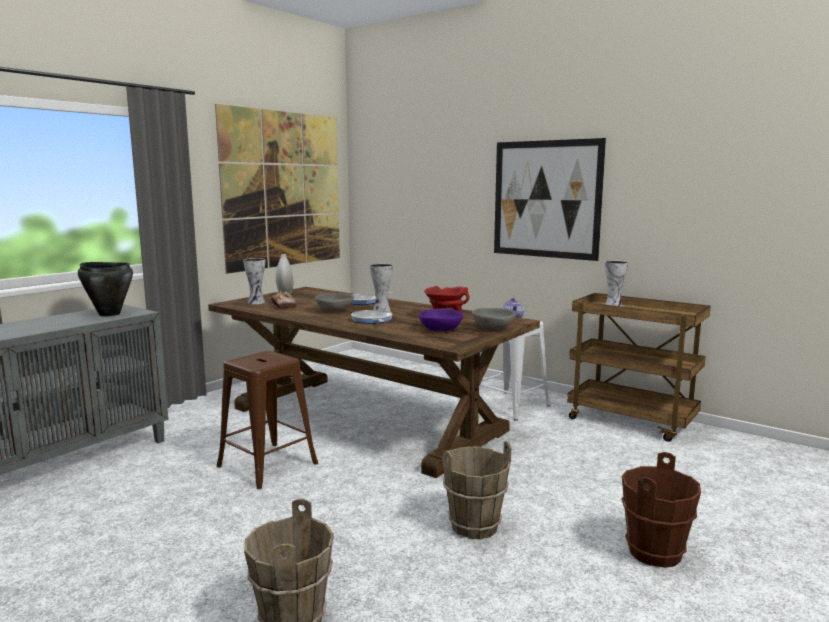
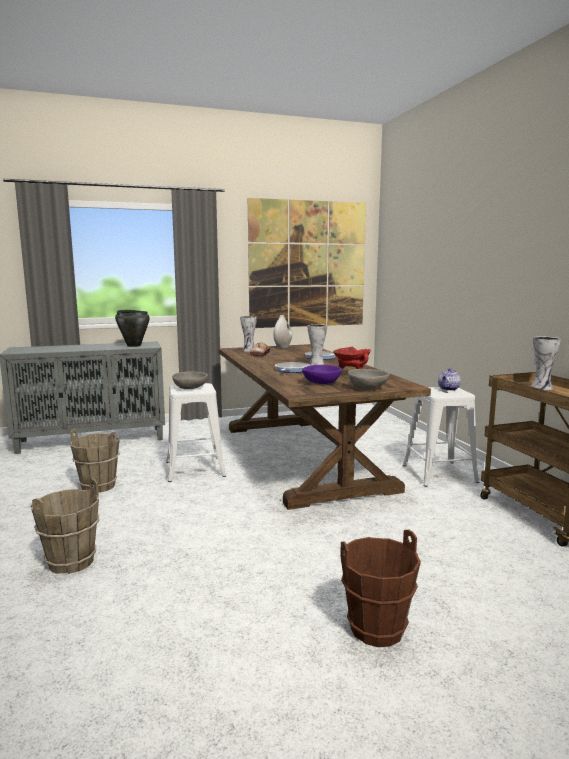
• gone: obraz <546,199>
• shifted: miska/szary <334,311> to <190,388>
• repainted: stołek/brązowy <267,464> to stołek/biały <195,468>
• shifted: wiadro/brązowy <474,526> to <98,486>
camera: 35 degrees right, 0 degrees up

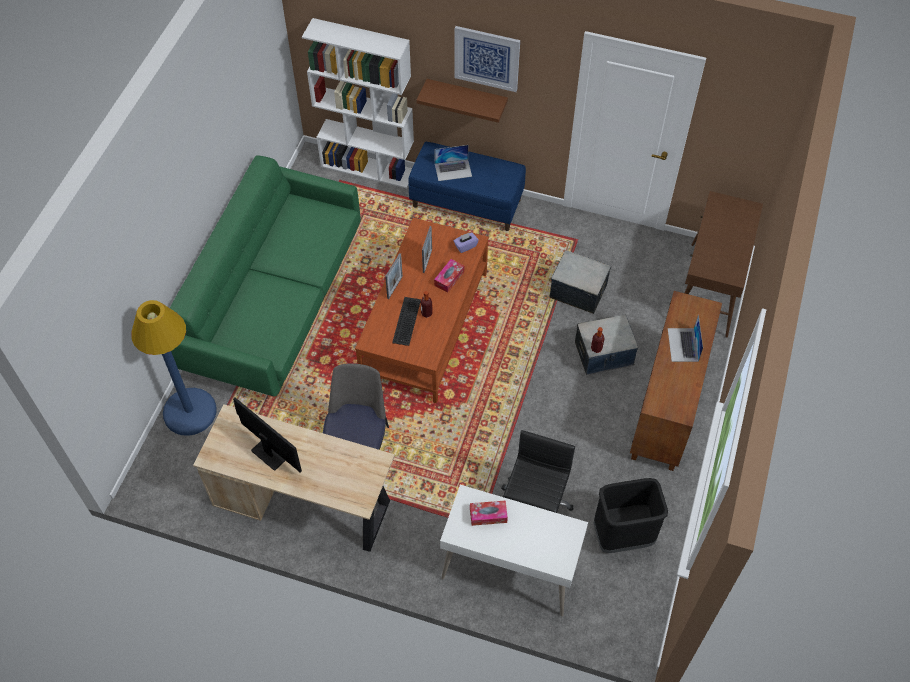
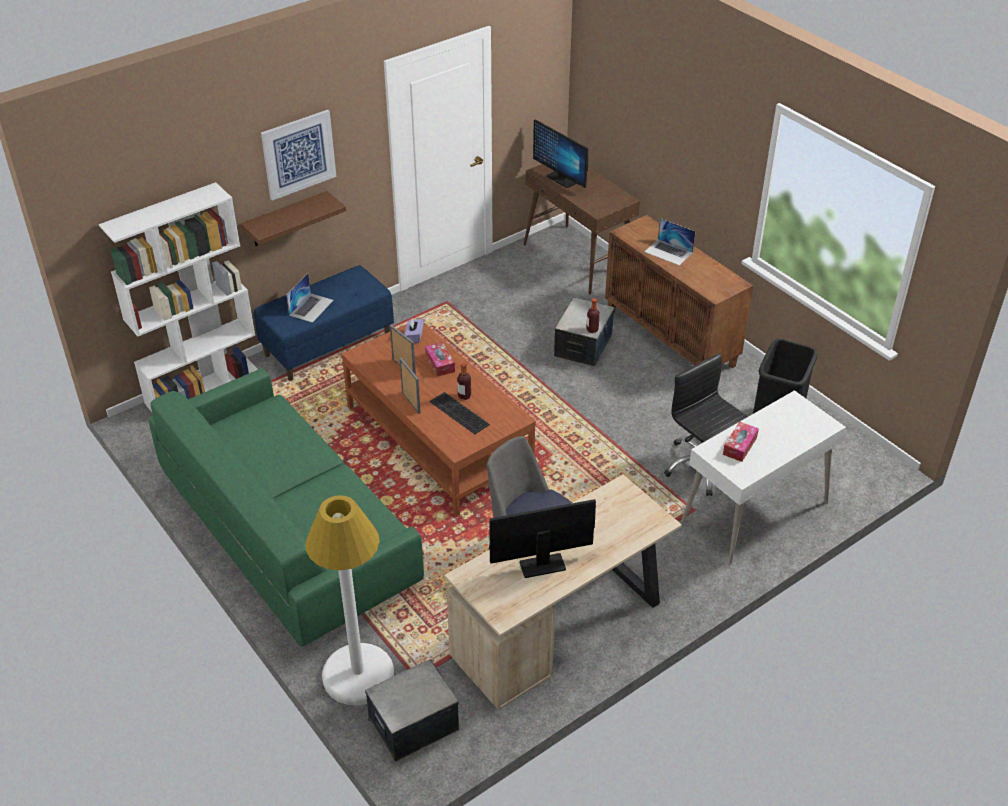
• shifted: pojemnik do przechowywania <578,291> to <413,724>
• repainted: lampa stojąca/niebieski <190,412> to lampa stojąca/biały <358,675>
• new: monitor <561,179>
camera: 55 degrees left, 15 degrees down

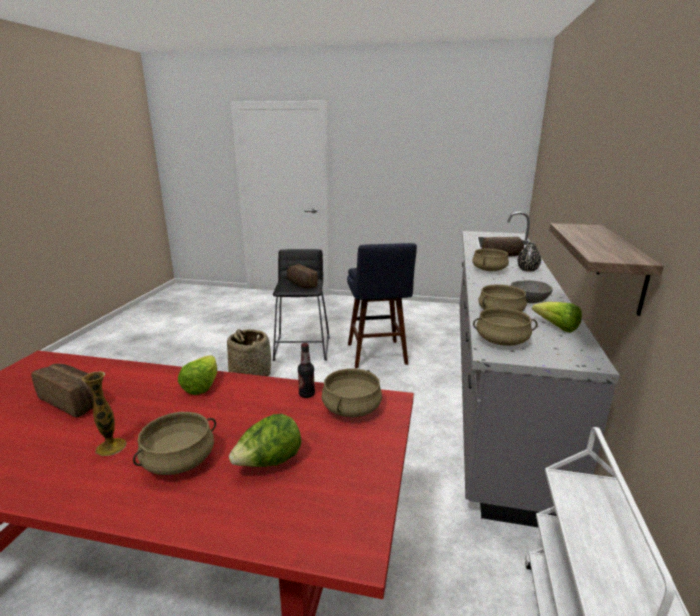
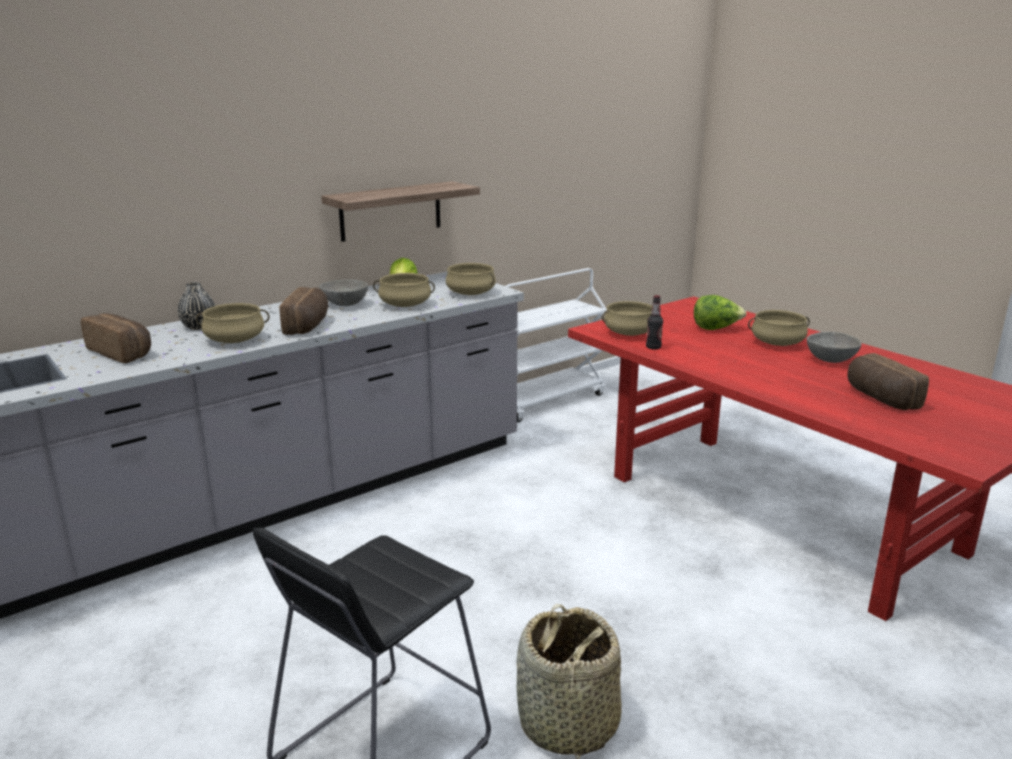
• gone: stołek/niebieski <377,356>
• shifted: chleb <300,285> to <308,326>
• gone: sałata <202,386>
• swapped: wazon <111,447> to miska/szary <830,360>
camera: 140 degrees left, 0 degrees up

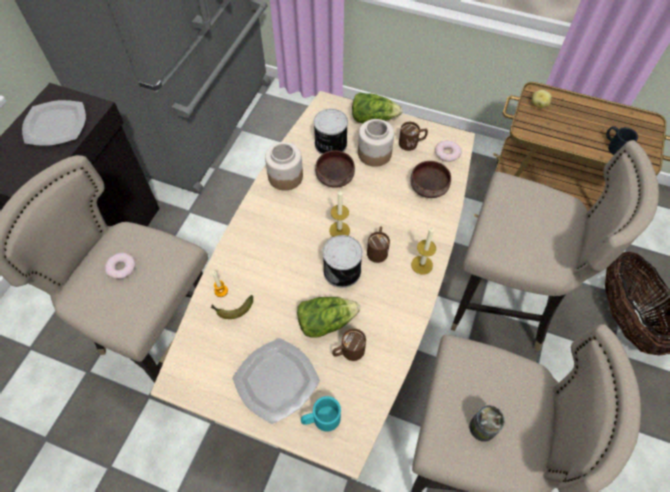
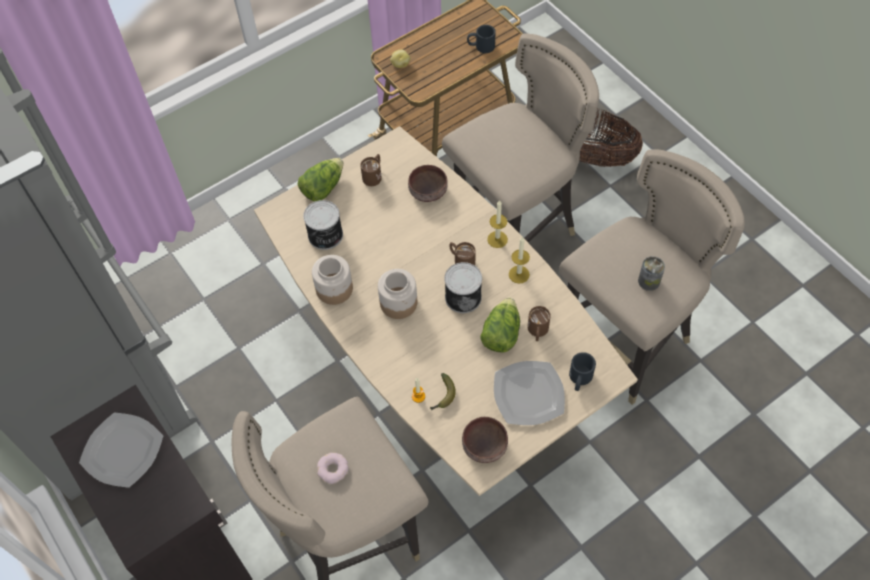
• shifted: słoik <375,153> to <399,302>
• gone: donut <447,153>
• shifted: miska/brązowy <336,176> to <485,444>
• shifted: świeca <339,230> to <519,274>
• repainted: kubek/turkusowy <321,419> to kubek/czarny <579,379>
camera: 55 degrees left, 0 degrees up

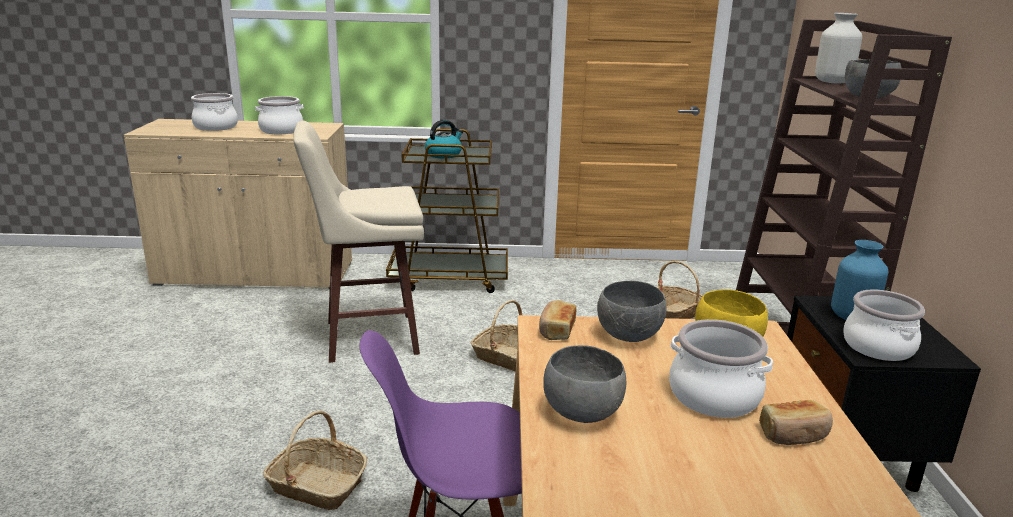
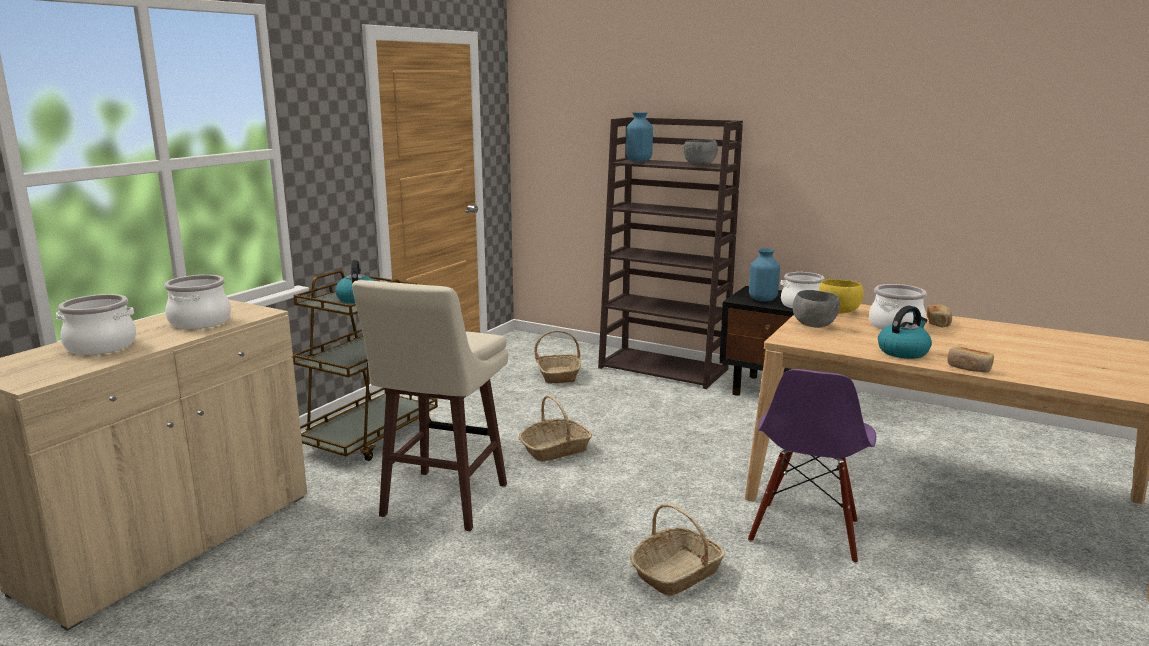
• repainted: wazon/biały <832,82> to wazon/niebieski <638,161>
• shifted: chleb <556,330> to <969,368>
• swapped: miska/szary <581,412> to czajnik <903,352>
camera: 60 degrees left, 5 degrees down

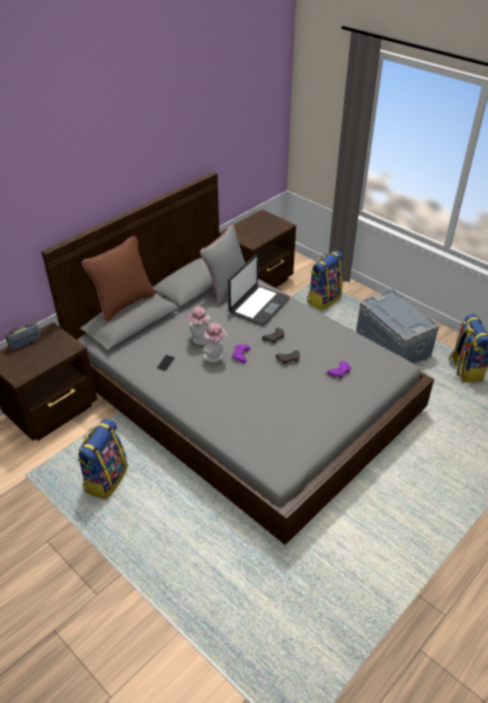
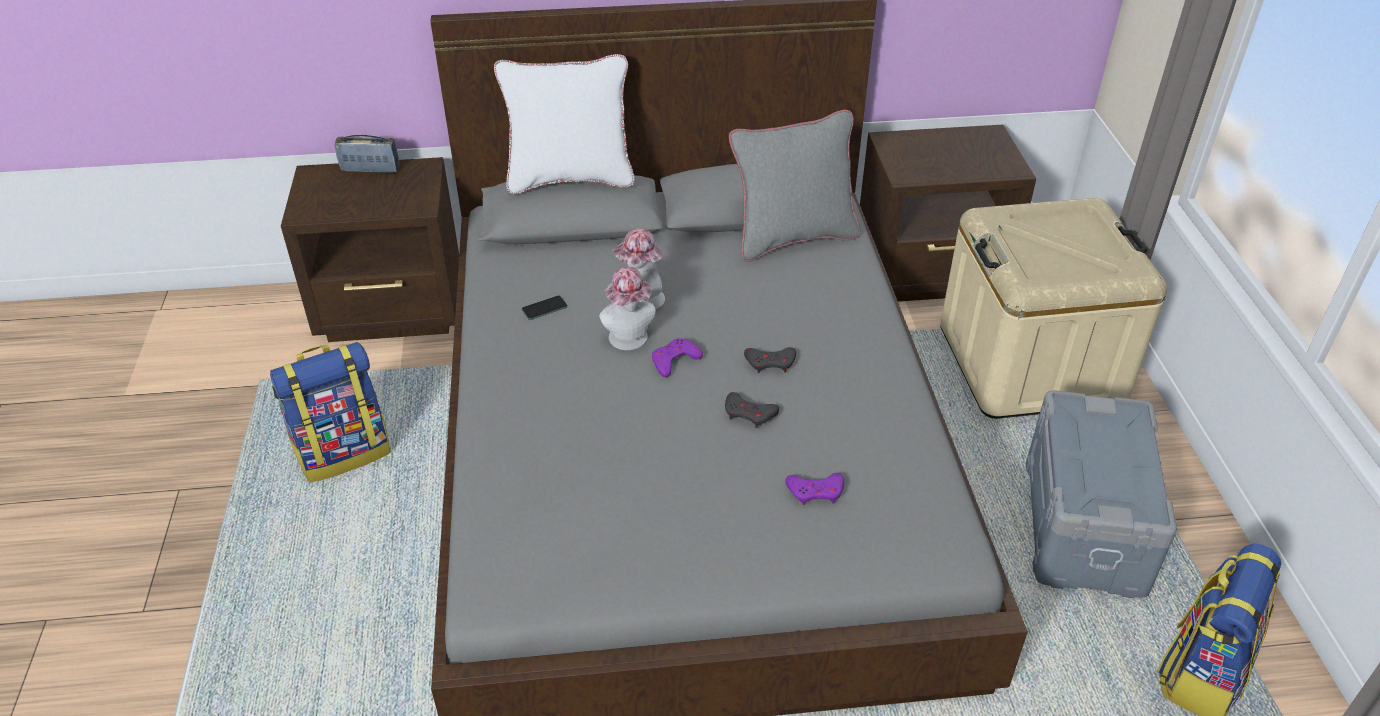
• repainted: poduszka/brązowy <124,304> to poduszka/biały <570,178>
• swapped: plecak <323,299> to pojemnik do przechowywania/beżowy <1030,363>
• gone: laptop <258,305>
camera: 40 degrees right, 0 degrees up

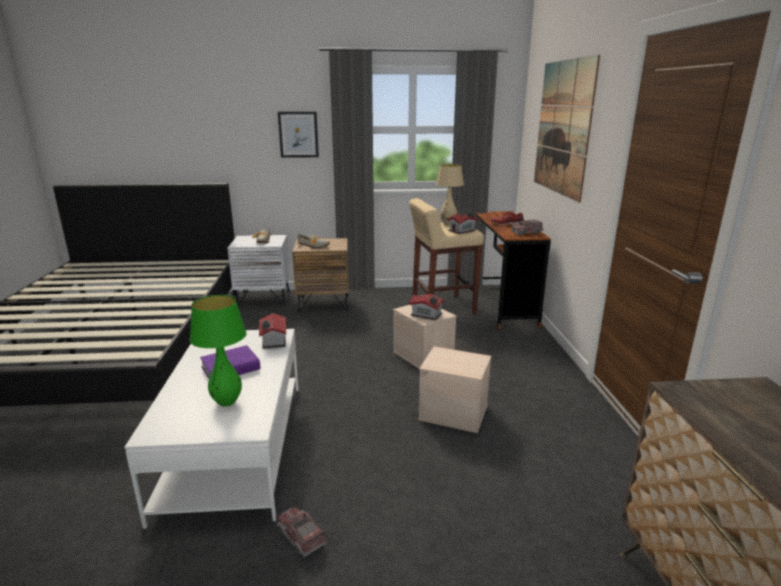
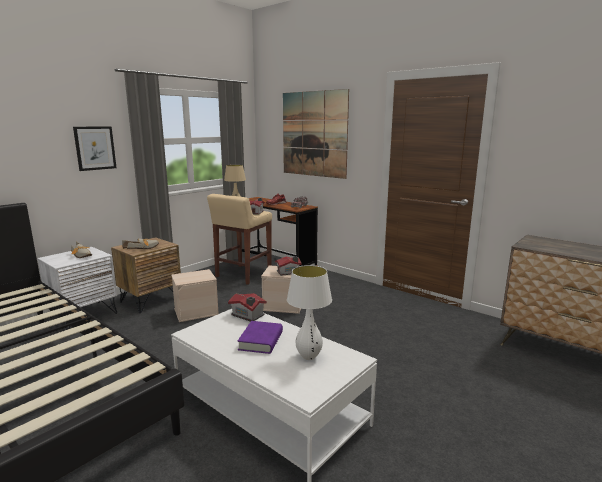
• repainted: lampa stołowa/zielony <227,402> to lampa stołowa/biały <308,357>
• shifted: pojemnik do przechowywania/beżowy <454,412> to <196,311>
• gone: ciężarówka zabawkowa <301,537>
camera: 45 degrees left, 5 degrees down

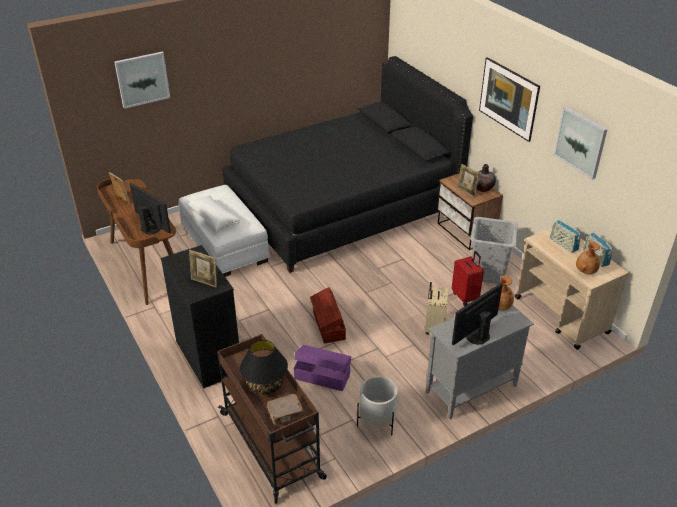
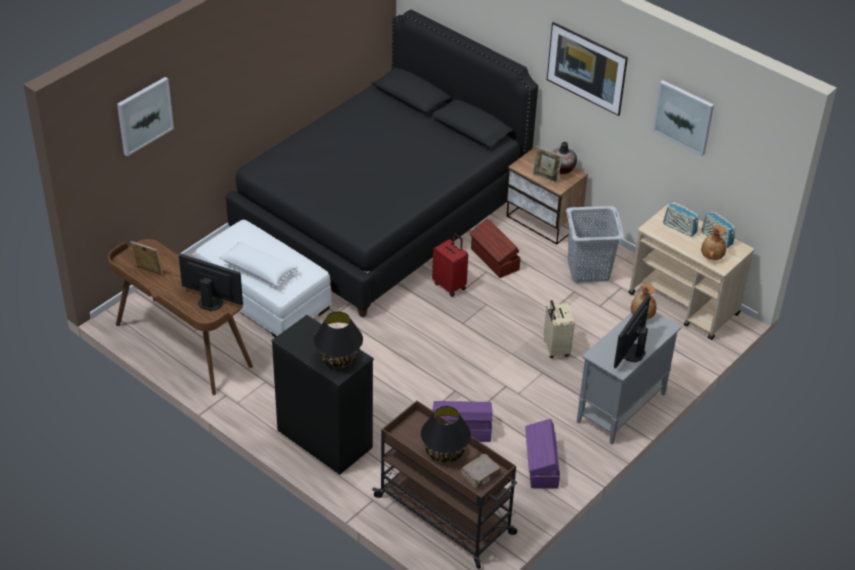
• swapped: ramka na zdjęcie <204,282> to lampa stołowa/czarny <339,358>
• shifted: walizka/czerwony <465,297> to <450,285>
• shifted: pojemnik do przechowywania/brązowy <328,326> to <494,260>
• swapped: donica/biały <377,423> to pojemnik do przechowywania/fioletowy <541,466>
camera: 20 degrees left, 5 degrees up

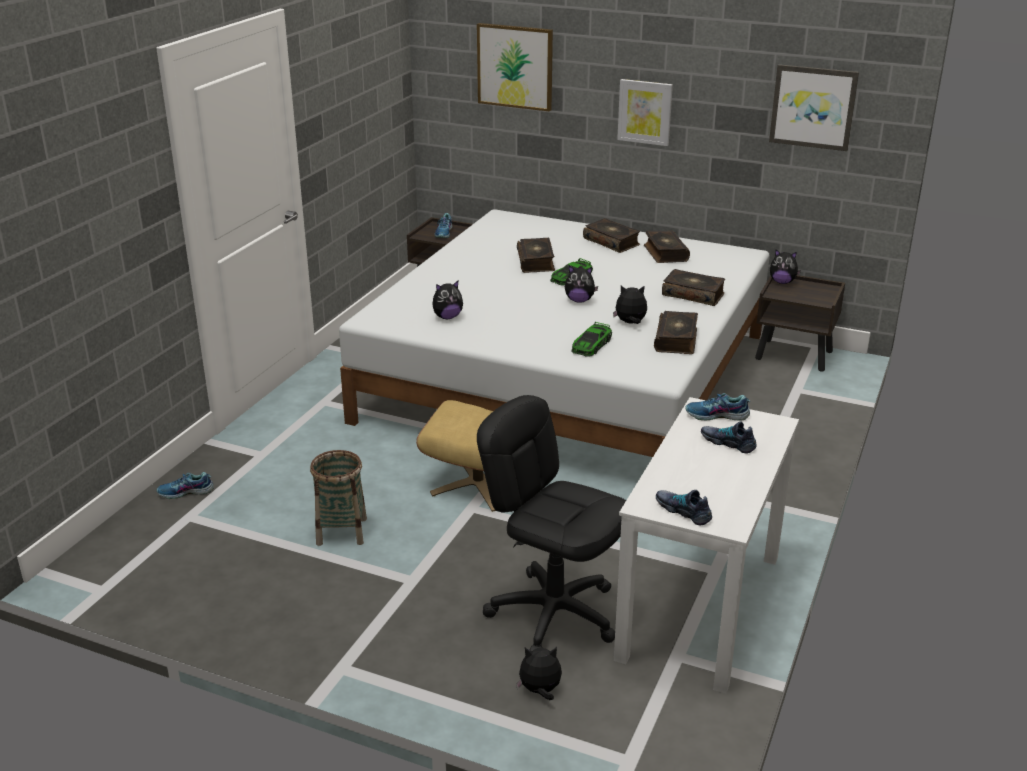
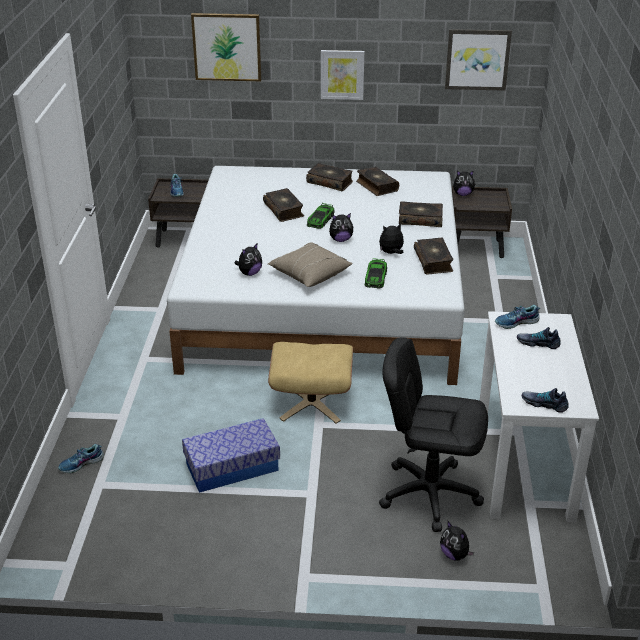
• swapped: koszyk <341,531> to pojemnik do przechowywania <232,467>
• rotated: pluszak <540,691> = <455,554> 105 degrees counterclockwise
• new: poduszka/beżowy <309,274>
camera: 20 degrees left, 5 degrees up

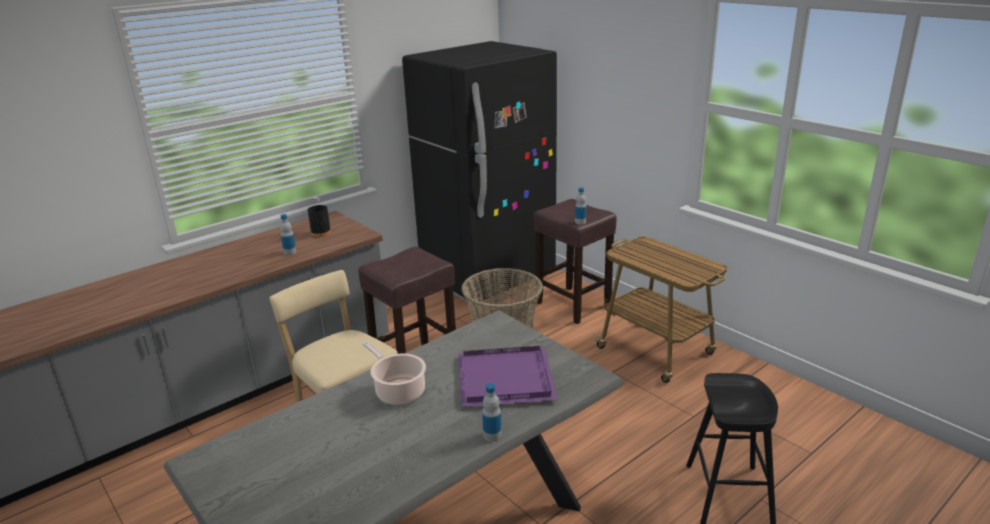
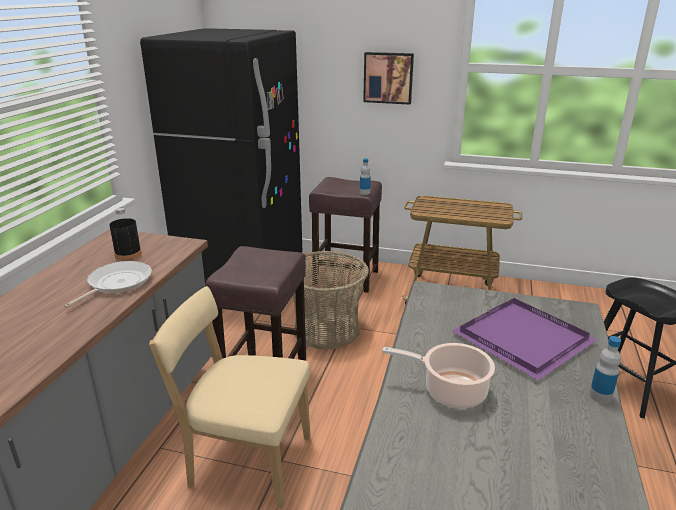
• swapped: butelka <290,252> to patelnia <117,283>
• new: obraz <388,77>
camera: 35 degrees left, 0 degrees up

